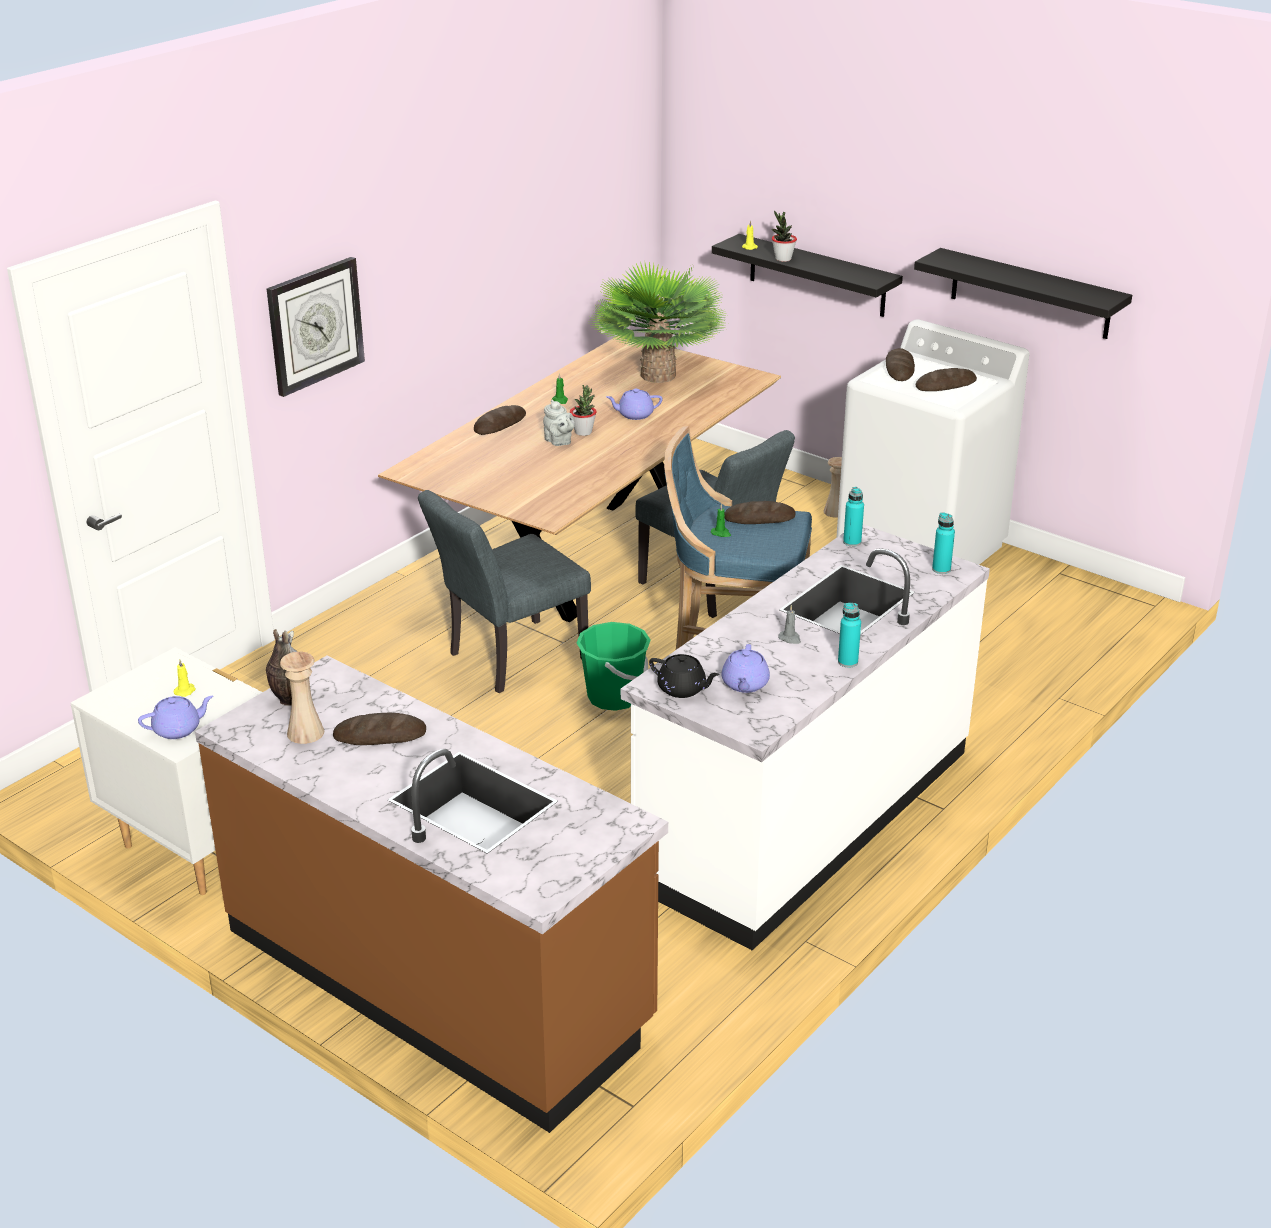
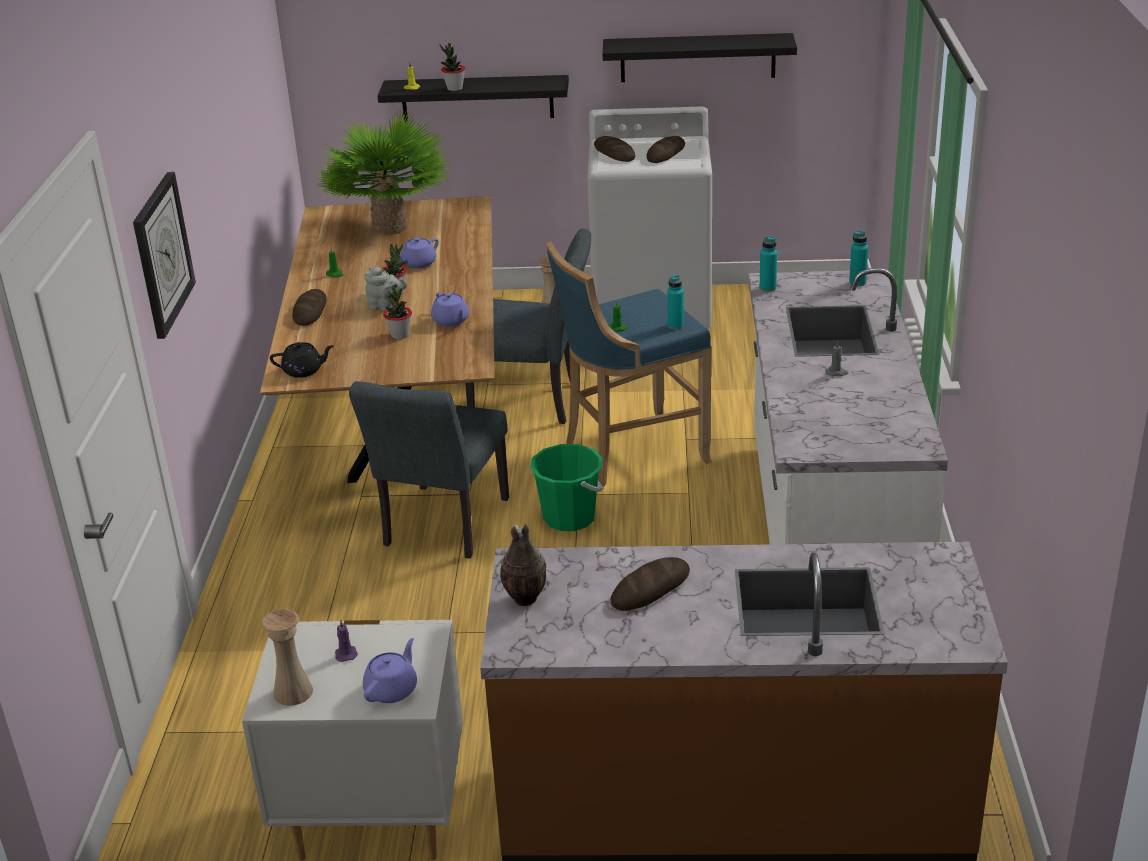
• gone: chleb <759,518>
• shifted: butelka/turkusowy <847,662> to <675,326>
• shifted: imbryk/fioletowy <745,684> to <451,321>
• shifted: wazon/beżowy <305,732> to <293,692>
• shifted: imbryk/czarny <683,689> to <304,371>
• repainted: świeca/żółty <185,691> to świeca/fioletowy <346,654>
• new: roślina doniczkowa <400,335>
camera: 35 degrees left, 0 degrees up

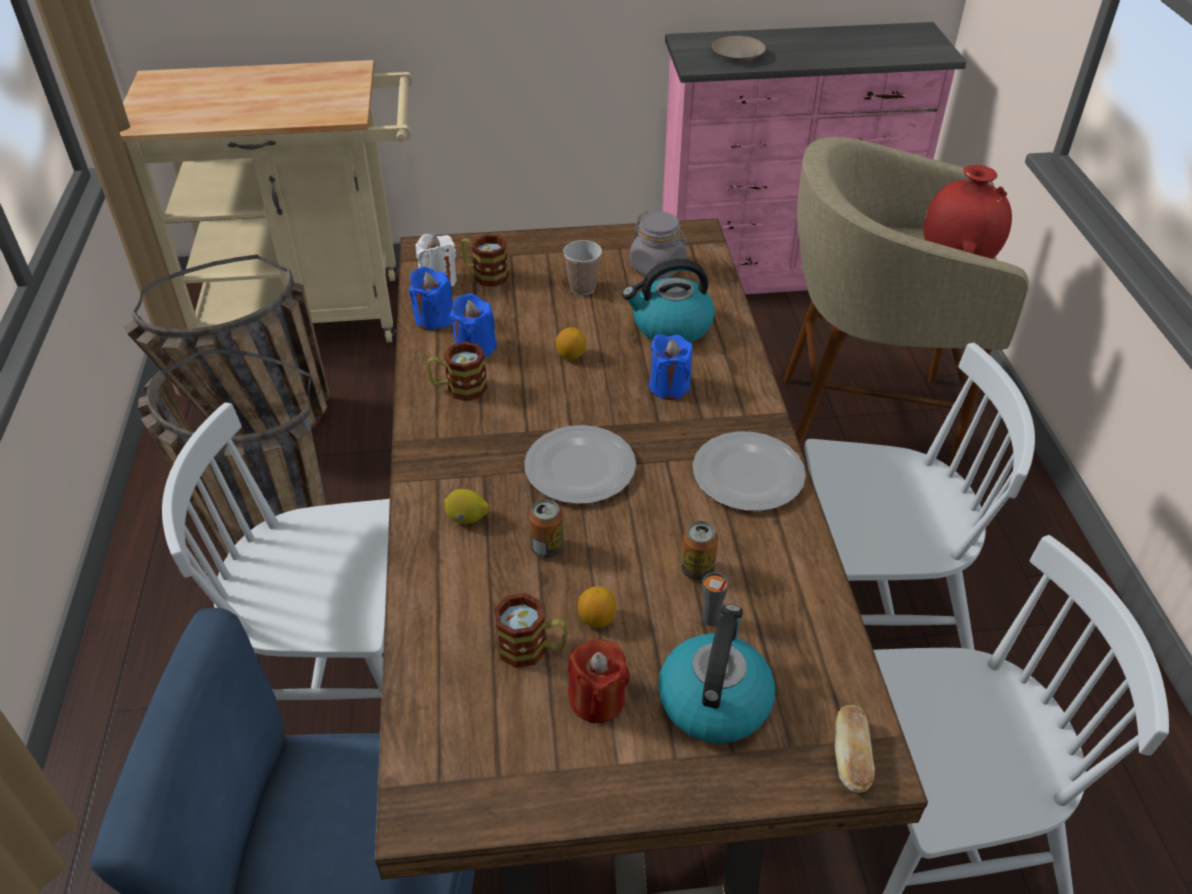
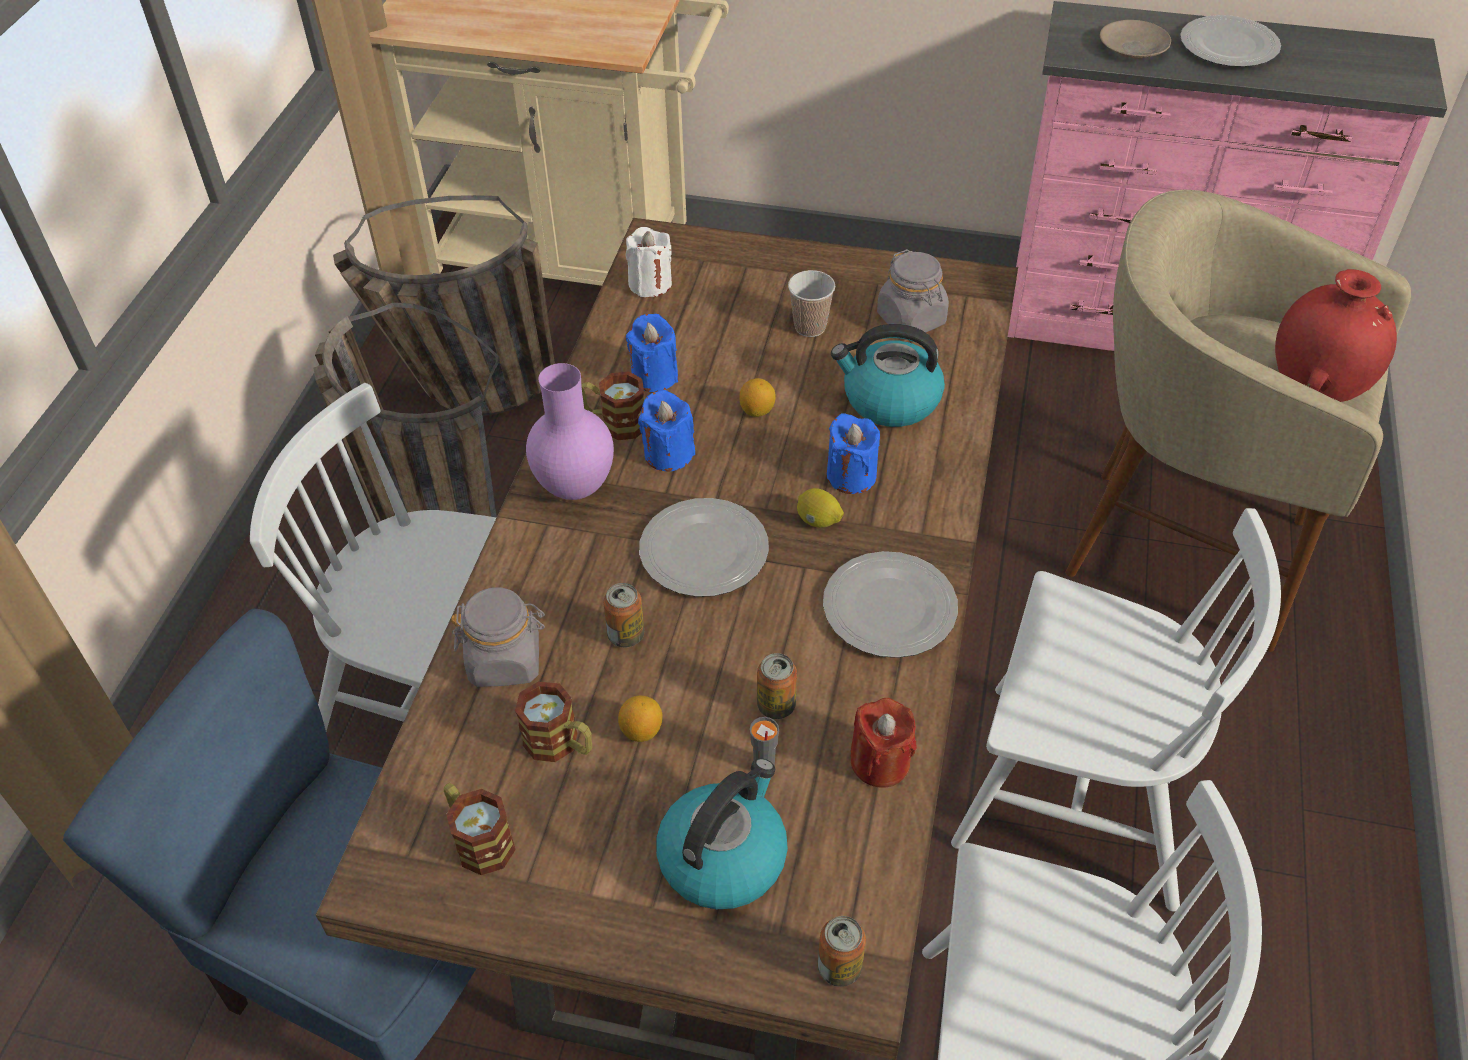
• shifted: kubek <485,274> to <478,839>
• shifted: świeca/niebieski <434,319> to <668,454>
• shifted: cytryna <467,518> to <818,521>
• shifted: świeca/czerwony <597,699> to <880,762>
• swapped: chleb <851,758> to puszka <839,967>
• new: talerz <1229,45>
• new: wazon/fioletowy <574,489>
• new: słoik/szary <505,660>
camera: 20 degrees right, 5 degrees up

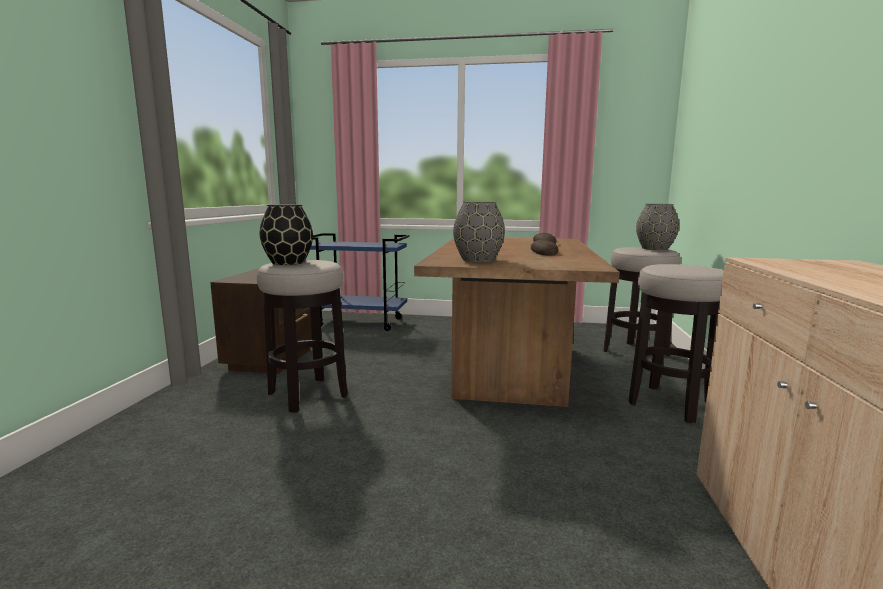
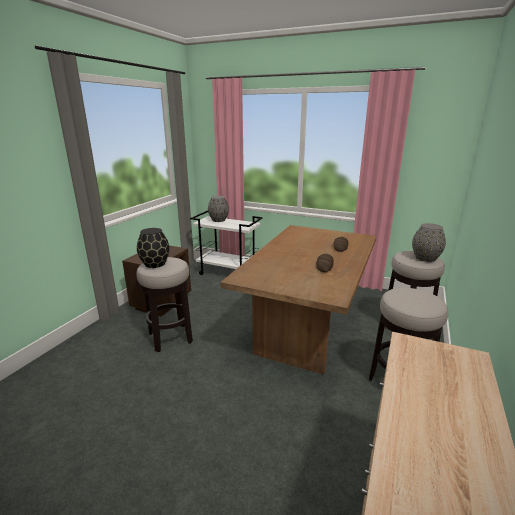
• shifted: wazon/szary <478,260> to <218,220>
• repainted: wózek/niebieski <361,322> to wózek/biały <229,273>
camera: 15 degrees right, 10 degrees up

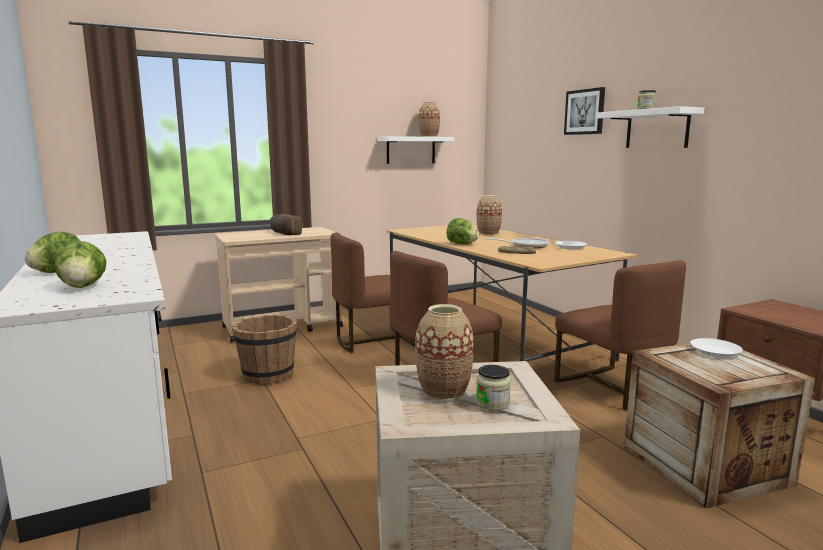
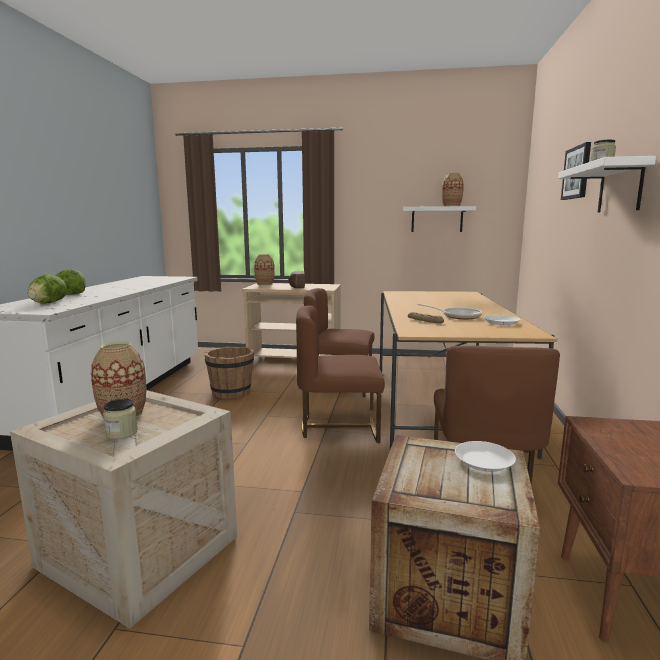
• shifted: wazon <488,233> to <265,284>
• gone: sałata <461,244>
camera: 35 degrees right, 0 degrees up

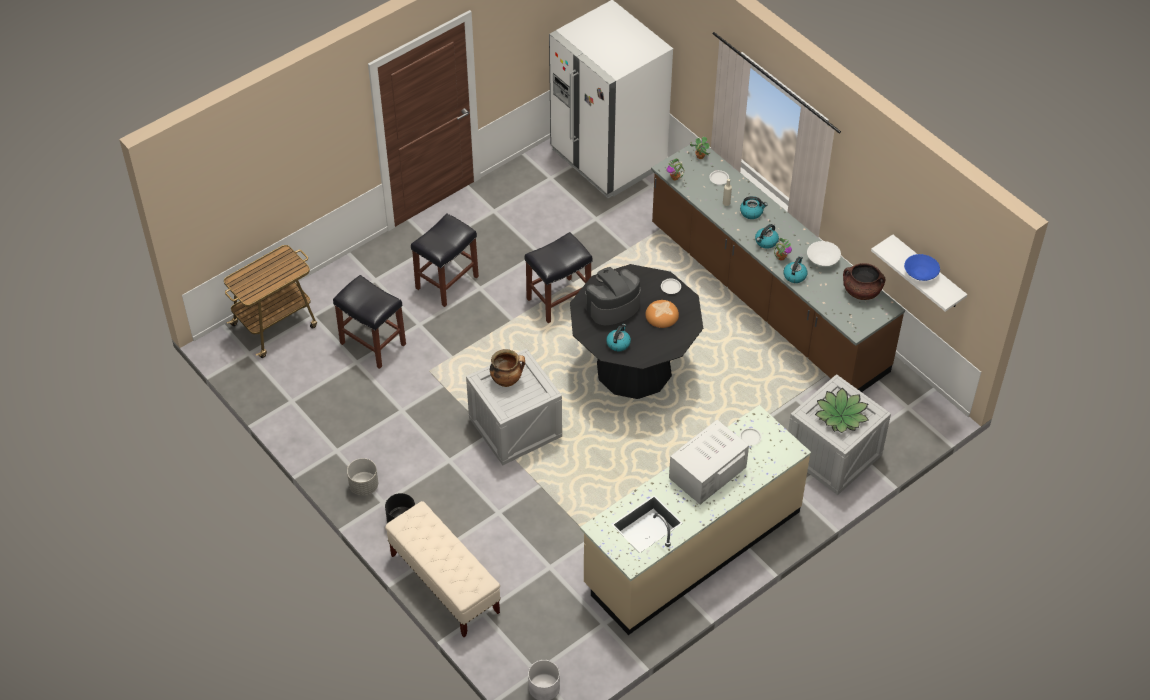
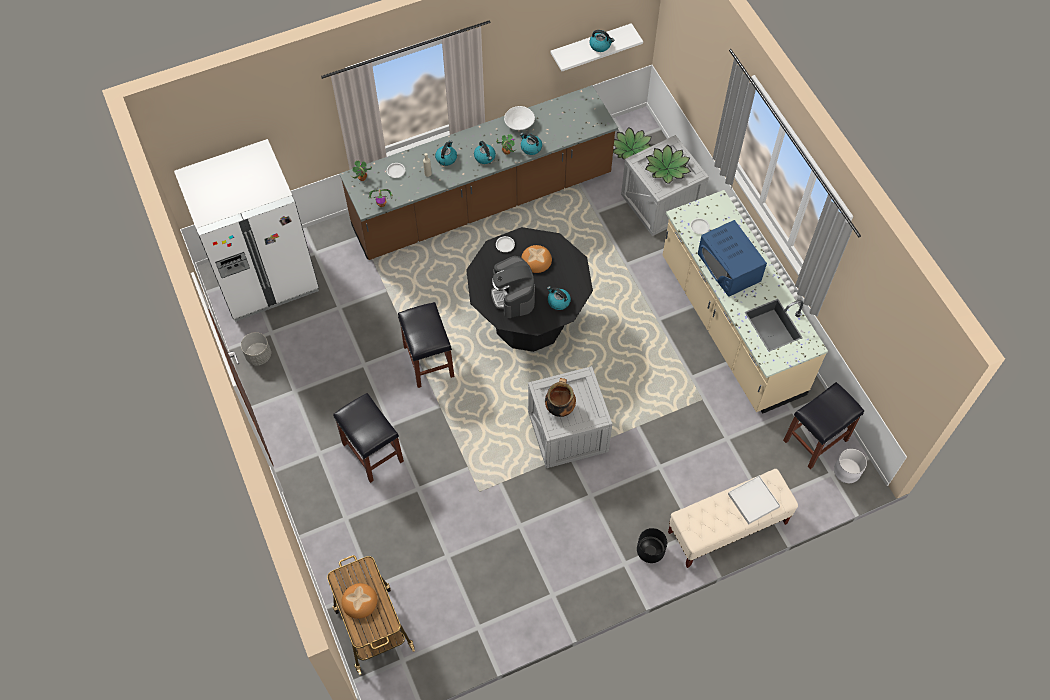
• swapped: miska/niebieski <920,273> to czajnik <600,45>
• gone: garnek/brązowy <861,291>
• shifted: stołek/czarny <372,343> to <815,441>
• repainted: mikrofalówka/biały <707,472> to mikrofalówka/niebieski <729,267>
• shifted: donica/szary <364,486> to <259,355>
• new: roślina doniczkowa <632,149>
• new: taca/biały <753,501>
• new: chleb <359,602>
camera: 75 degrees left, 10 degrees up

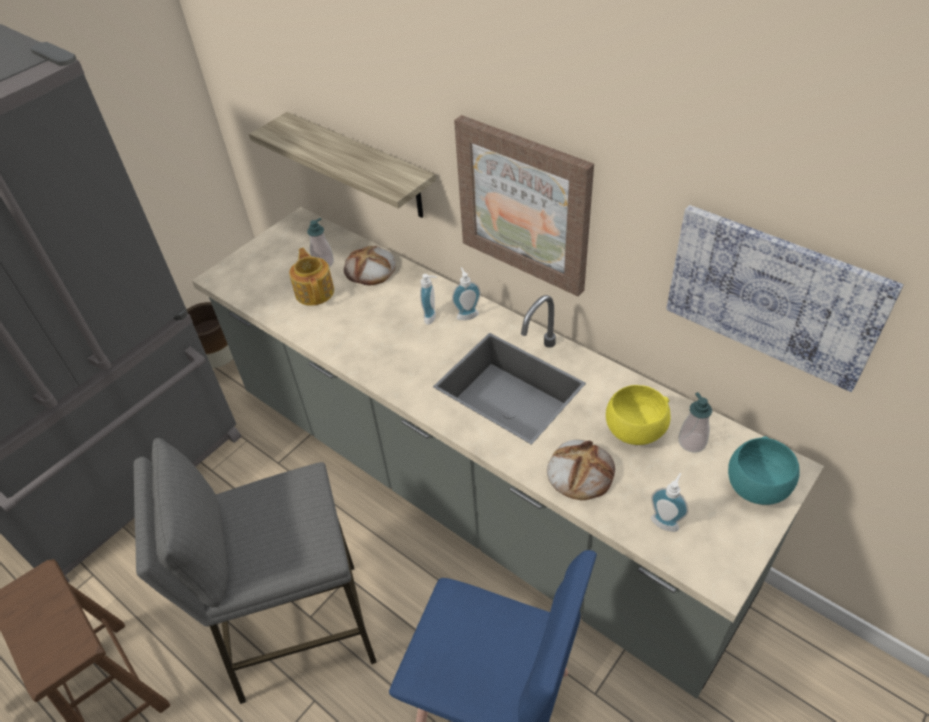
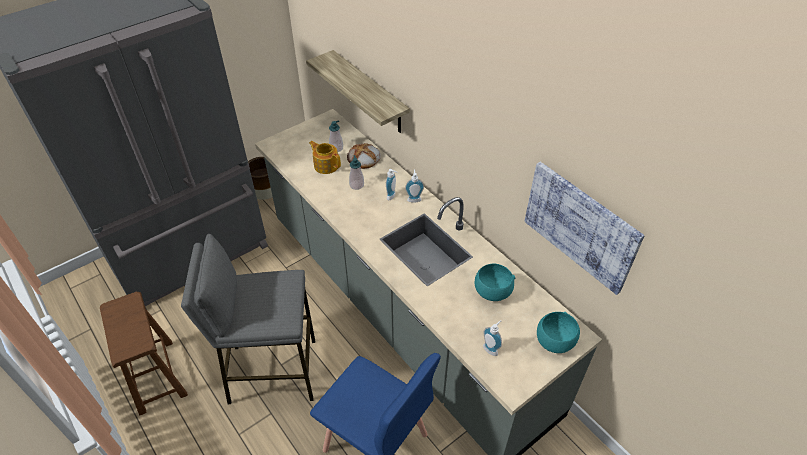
• gone: obraz <524,205>
• rotated: imbryk <315,291> = <326,165> 45 degrees counterclockwise
• repainted: miska/żółty <633,431> to miska/turkusowy <491,292>
• shifted: dozownik mydła <692,442> to <356,185>
• gone: chleb <580,472>
camera: 10 degrees right, 0 degrees up

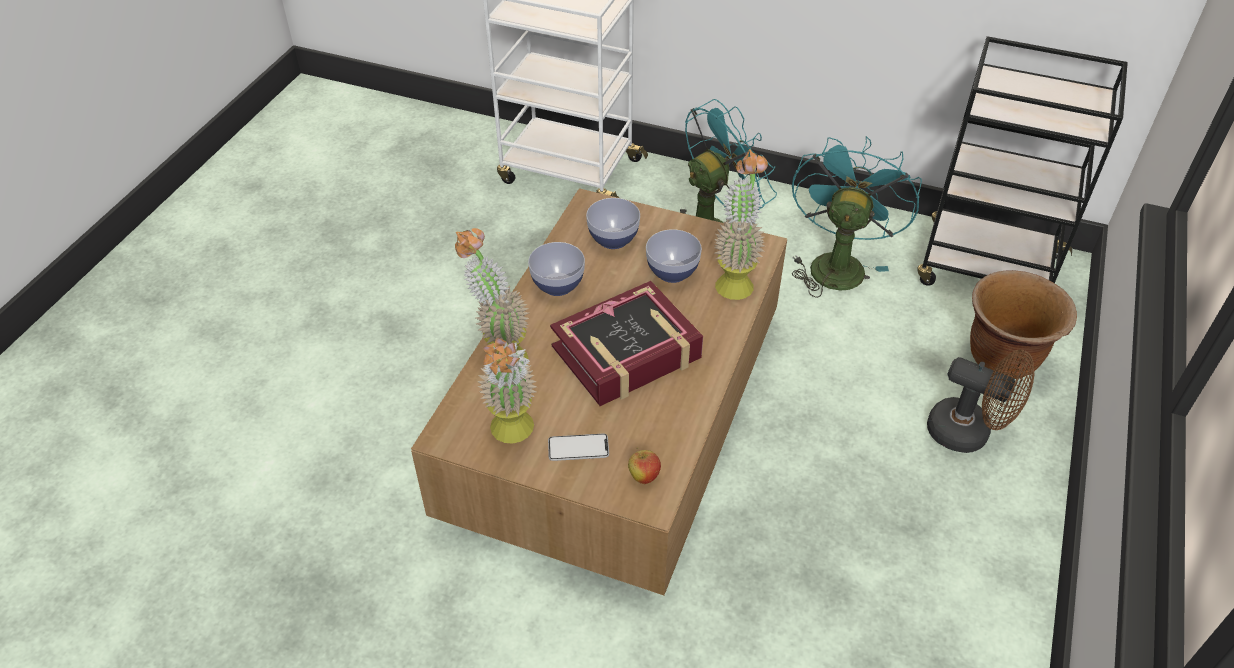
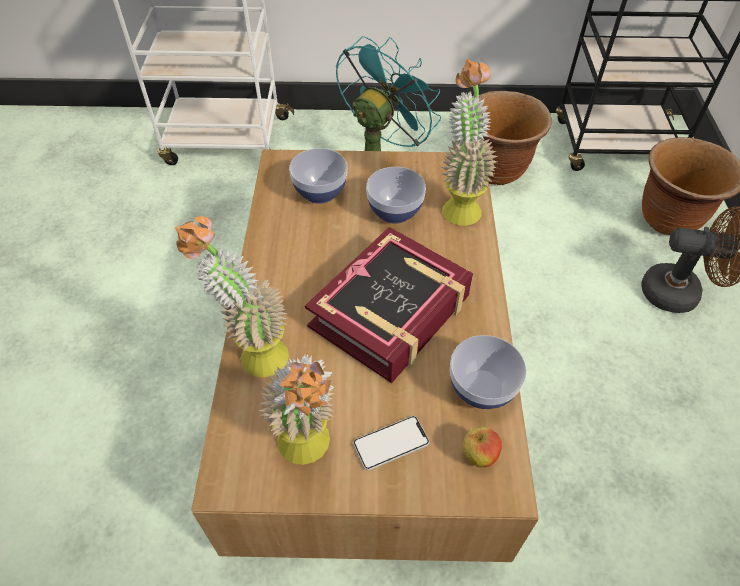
• swapped: wentylator/turkusowy <837,263> to donica/brązowy <496,169>
• shifted: miska <558,285> to <481,389>
camera: 20 degrees left, 5 degrees up

